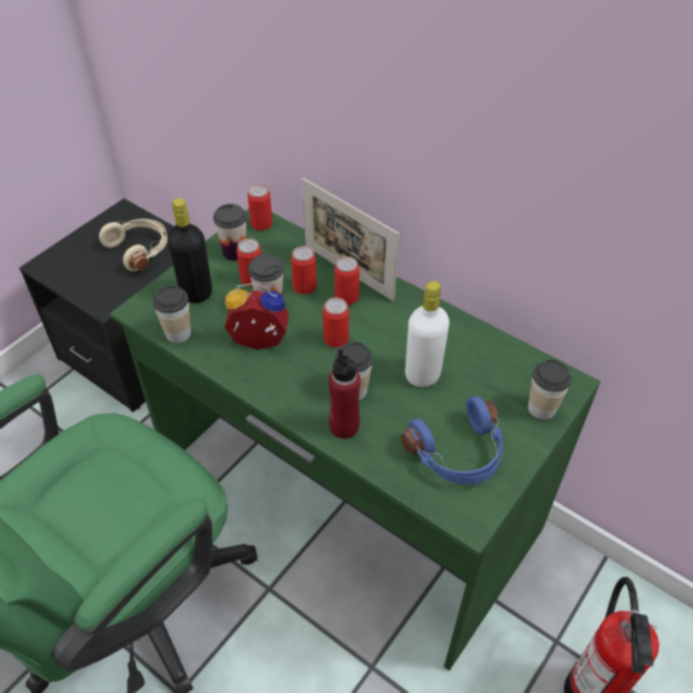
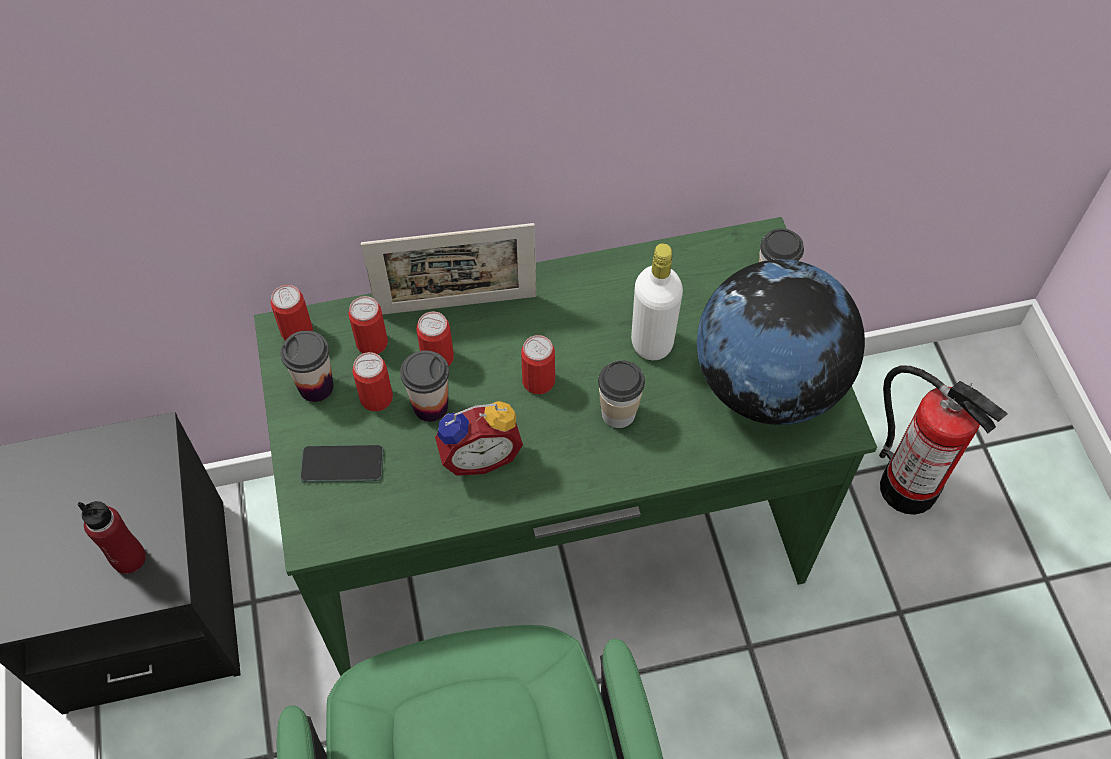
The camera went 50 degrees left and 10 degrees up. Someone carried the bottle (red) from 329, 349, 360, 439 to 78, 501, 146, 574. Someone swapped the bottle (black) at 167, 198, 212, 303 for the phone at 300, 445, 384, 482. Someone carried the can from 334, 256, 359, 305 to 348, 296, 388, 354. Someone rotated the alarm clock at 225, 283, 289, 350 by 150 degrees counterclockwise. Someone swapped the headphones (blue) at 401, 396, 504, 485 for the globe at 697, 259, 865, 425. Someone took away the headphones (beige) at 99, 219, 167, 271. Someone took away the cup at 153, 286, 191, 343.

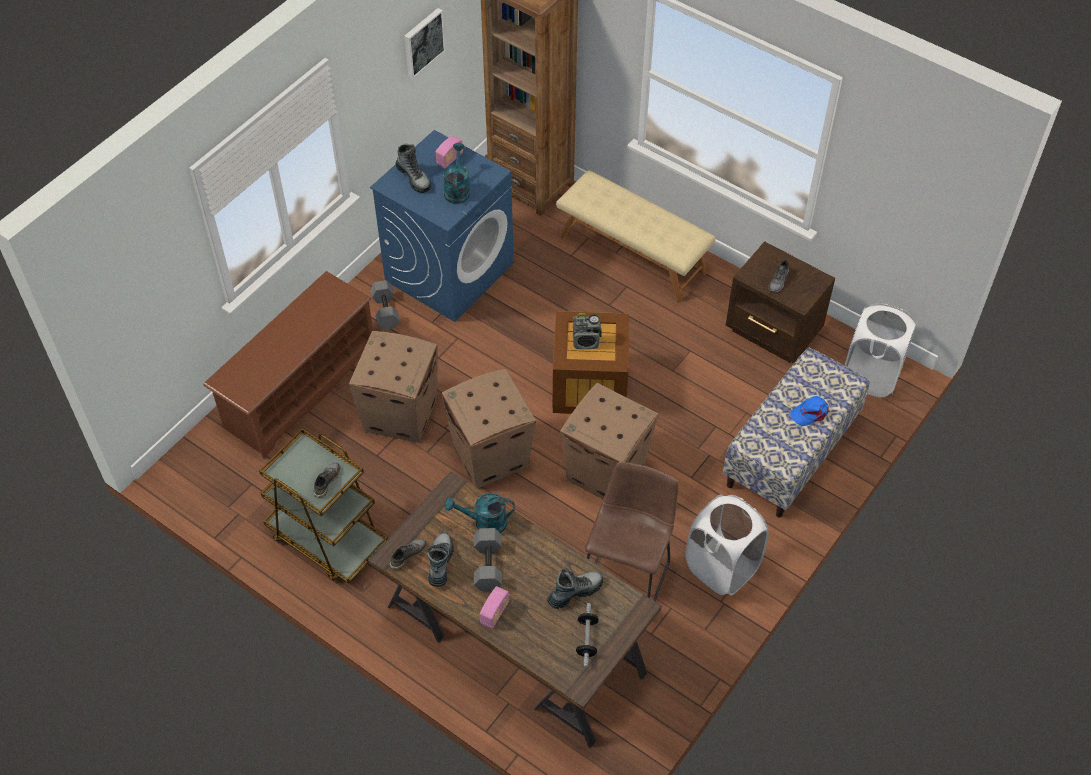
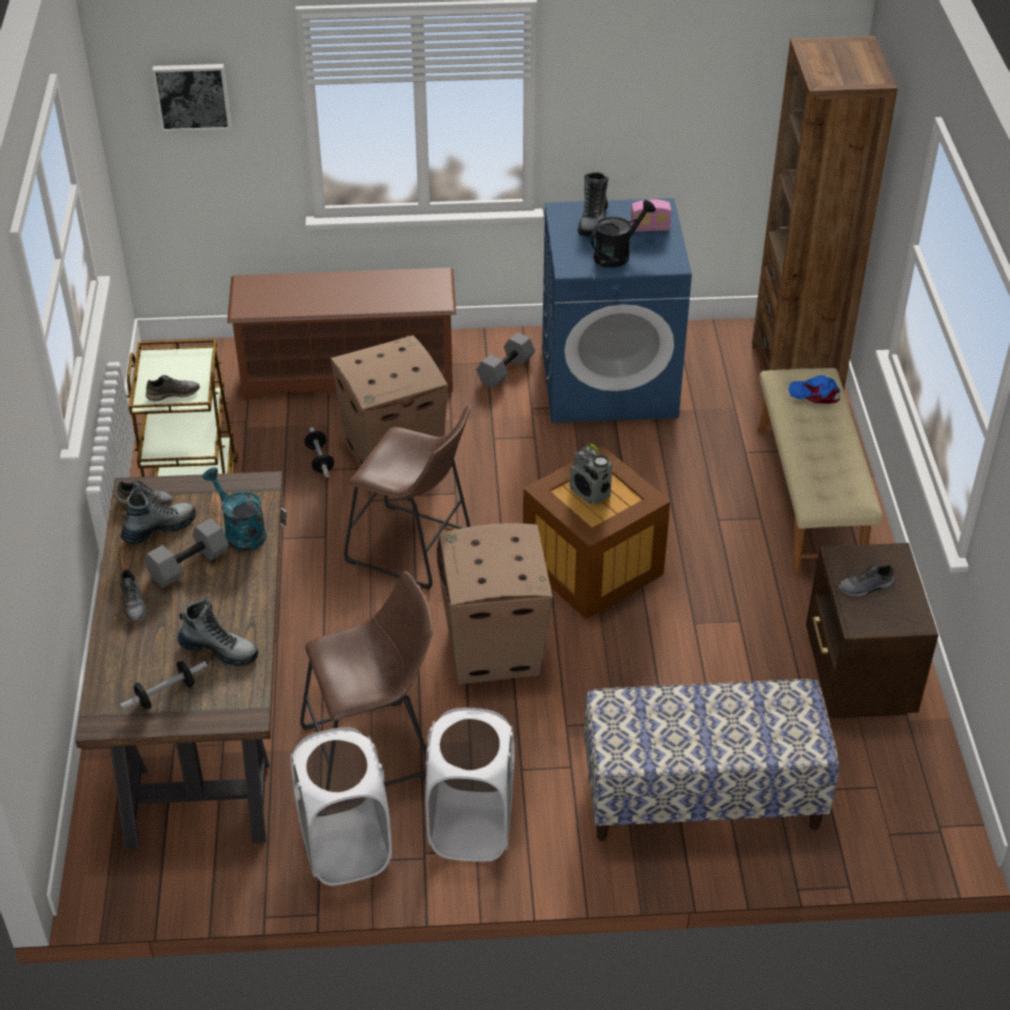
The camera went 50 degrees right and 10 degrees down. Someone swapped the radio at 480, 586, 509, 629 for the shoe (grey) at 120, 569, 147, 622. Someone carried the picture from 404, 8, 445, 78 to 152, 64, 231, 132. Someone carried the laundry basket (white) from 845, 303, 917, 398 to 290, 727, 392, 886. Someone put down the dumbbell at 305, 427, 334, 477. Someone swapped the cardboard box at 442, 368, 536, 488 for the stool (brown) at 344, 405, 471, 590. Someone repainted the watering can (turquoise) at 443, 143, 470, 204, which became the watering can (black) at 591, 200, 656, 268. Someone carried the cap (blue) from 790, 396, 829, 426 to 788, 375, 840, 404.

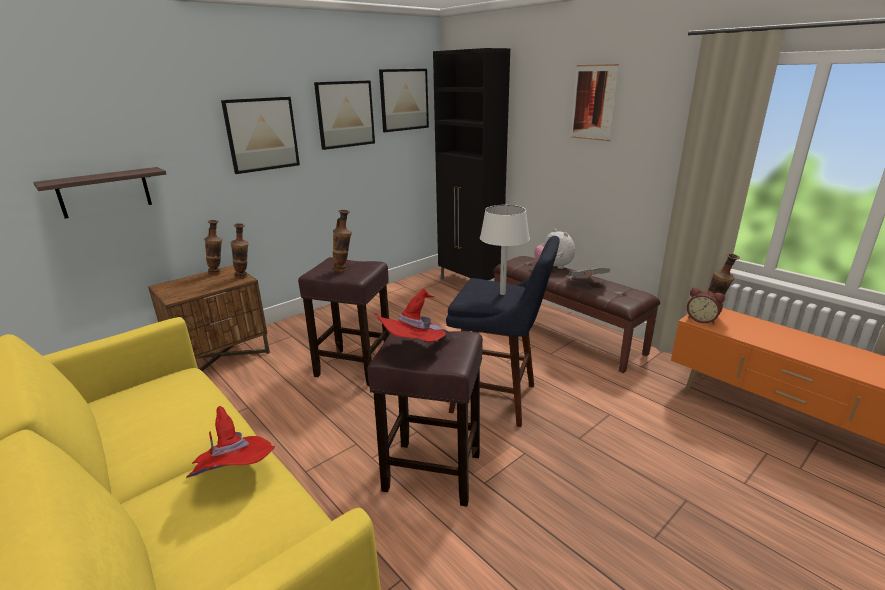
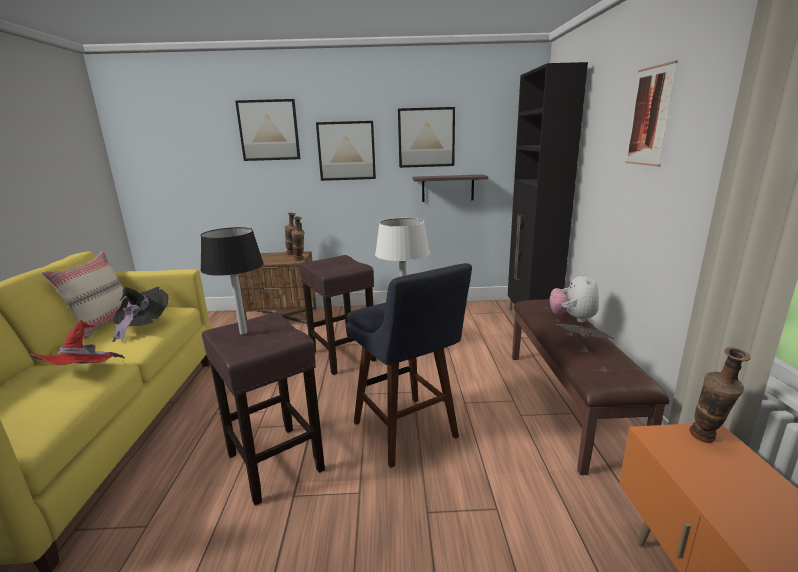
The camera went 40 degrees right and 5 degrees down. Someone put down the pillow (beige) at 41, 251, 127, 339. Someone put down the hat (black) at 112, 287, 168, 342. Someone swapped the hat (red) at 374, 288, 455, 342 for the table lamp (black) at 200, 227, 264, 335. Someone carried the picture from 379, 69, 429, 132 to 235, 99, 300, 161. Someone carried the shelf from 33, 167, 166, 219 to 413, 174, 488, 202. Someone took away the vase at 333, 210, 352, 272. Someone took away the alarm clock at 687, 287, 725, 324.

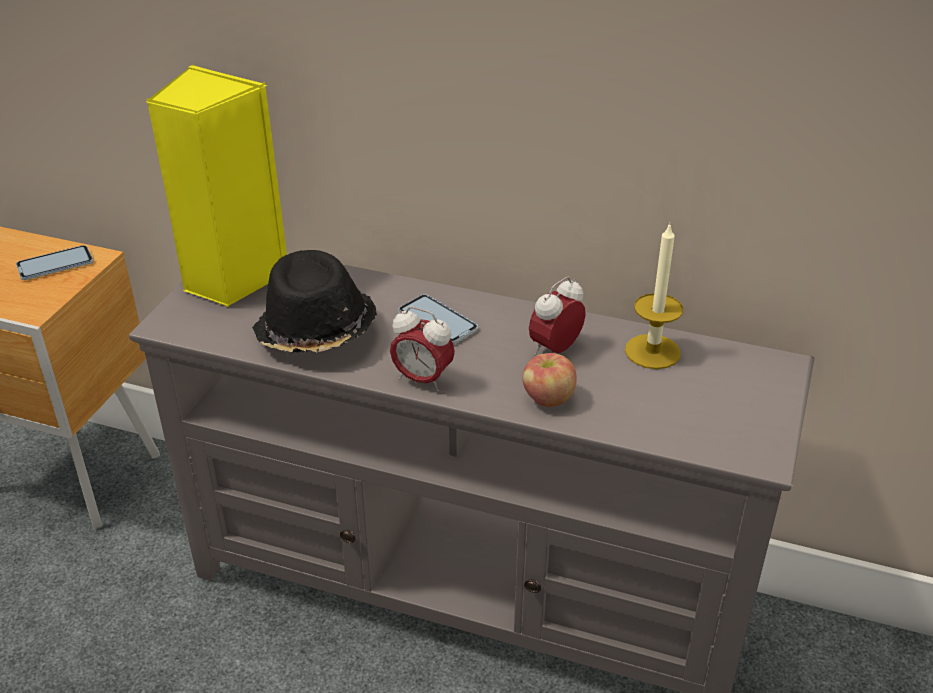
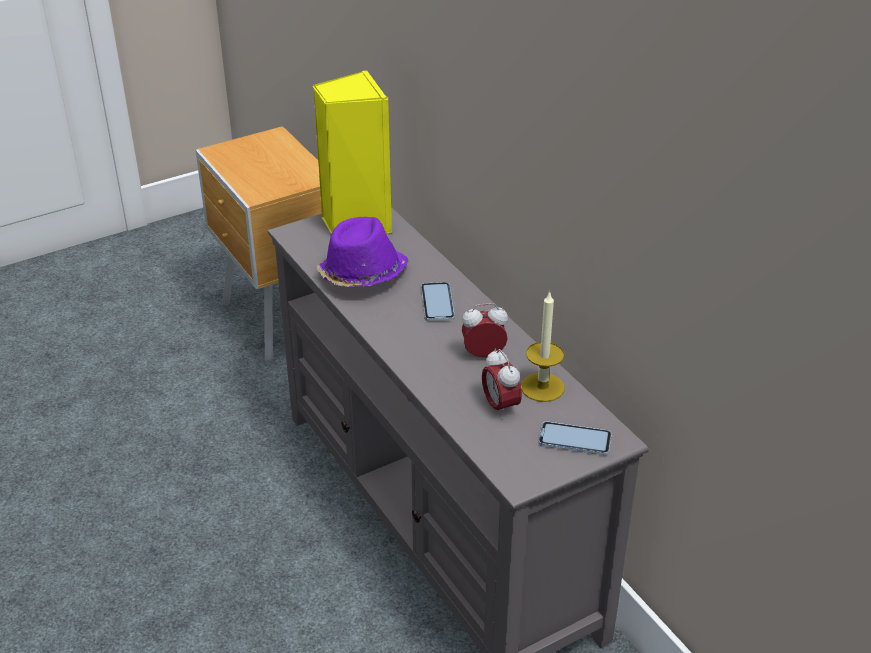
The camera went 40 degrees right and 0 degrees up. Someone repainted the hat (black) at 252, 250, 377, 353, which became the hat (purple) at 316, 217, 409, 287. Someone carried the alarm clock from 390, 307, 455, 392 to 482, 349, 522, 420. Someone carried the phone from 16, 245, 93, 280 to 539, 421, 612, 455. Someone took away the apple at 522, 353, 577, 407.

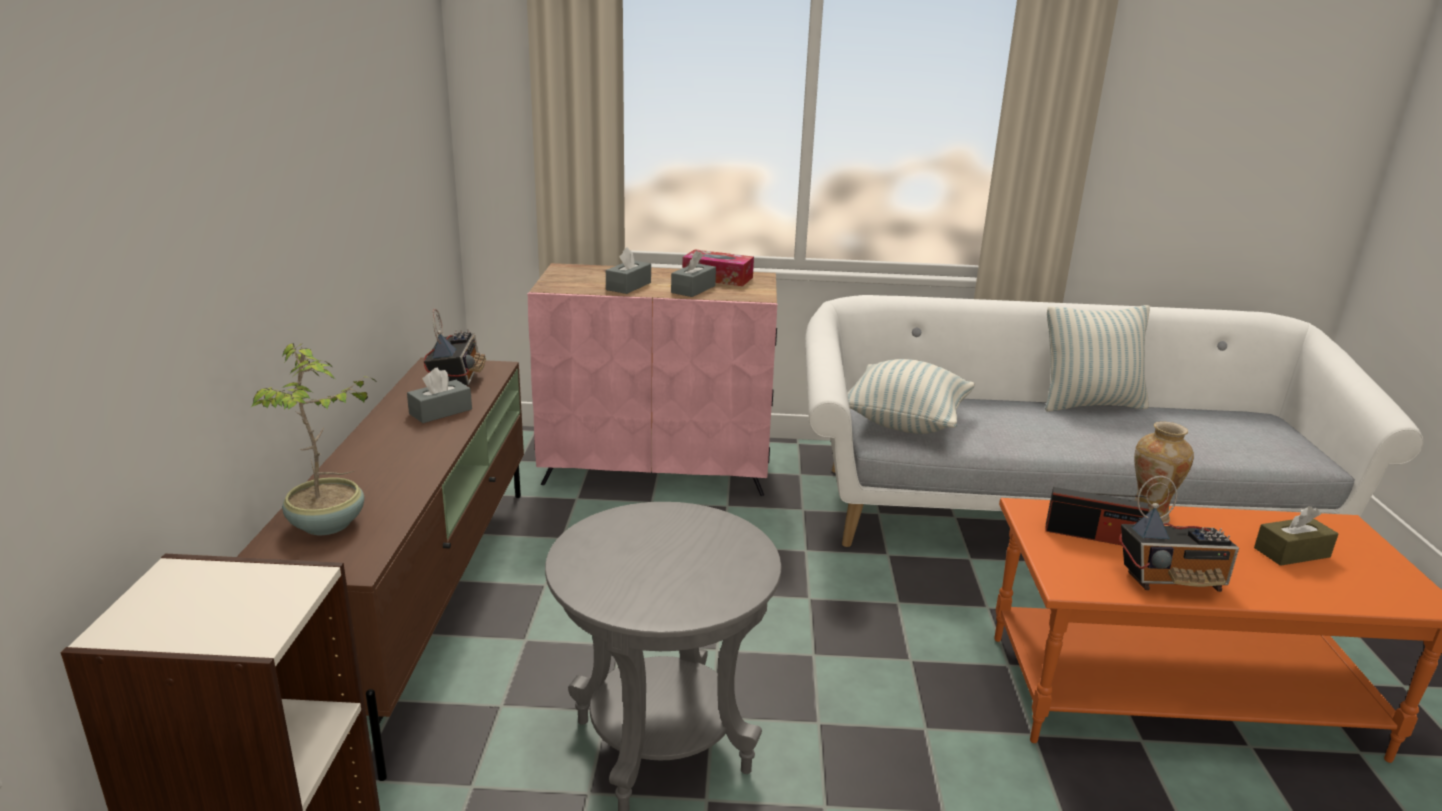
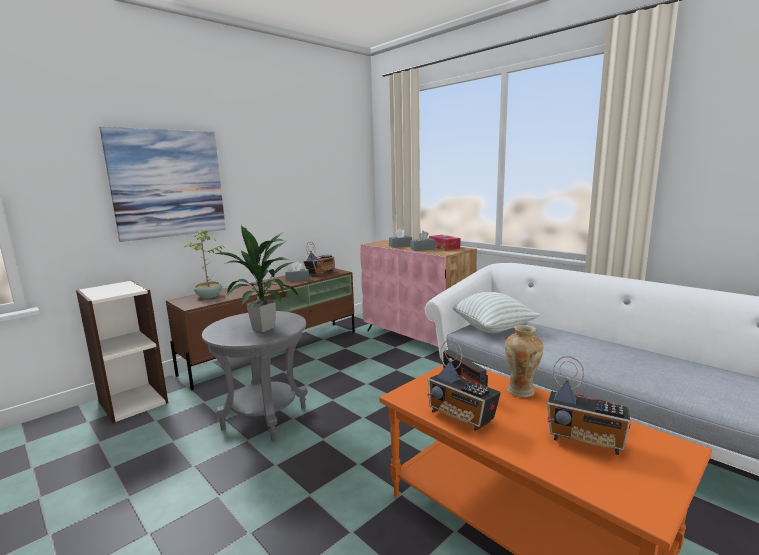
The camera went 45 degrees right and 10 degrees down. Someone put up the picture at 100, 127, 226, 242. Someone put down the potted plant at 212, 225, 299, 332. Someone swapped the tissue box (brown) at 1254, 506, 1338, 566 for the radio at 547, 356, 630, 455. Someone took away the pillow at 1045, 305, 1150, 411.

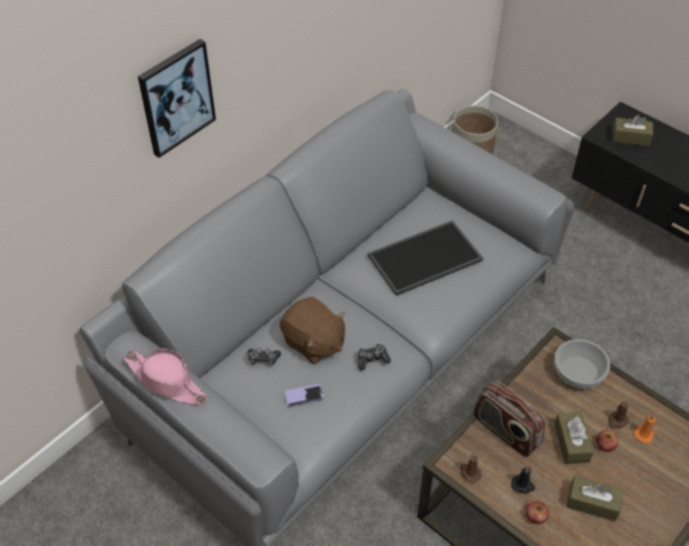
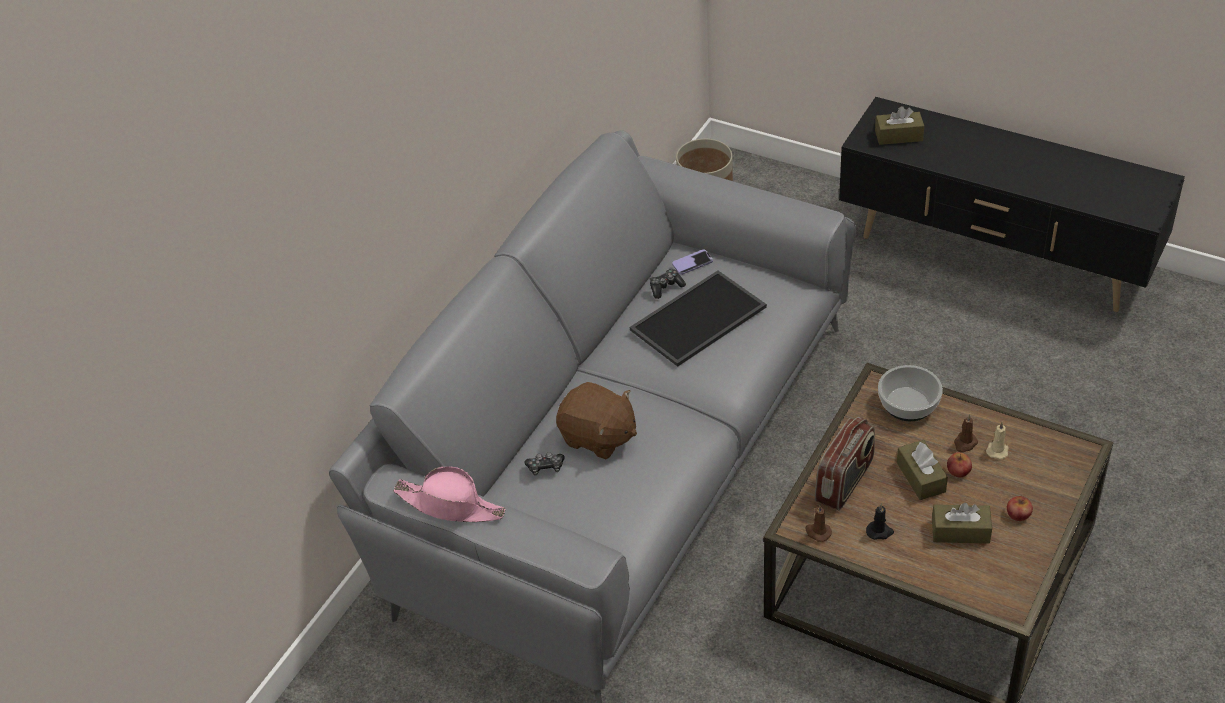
The camera went 10 degrees left and 5 degrees down. Someone carried the game controller from 358, 344, 391, 371 to 650, 269, 686, 299. Someone carried the phone from 285, 384, 324, 407 to 672, 249, 713, 275. Someone rotated the radio at 473, 381, 546, 457 by 90 degrees counterclockwise. Someone repainted the candle (orange) at 634, 415, 655, 443, which became the candle (beige) at 986, 422, 1009, 459. Someone carried the apple from 526, 501, 549, 524 to 1007, 496, 1033, 521. Someone took away the picture at 138, 39, 216, 158.

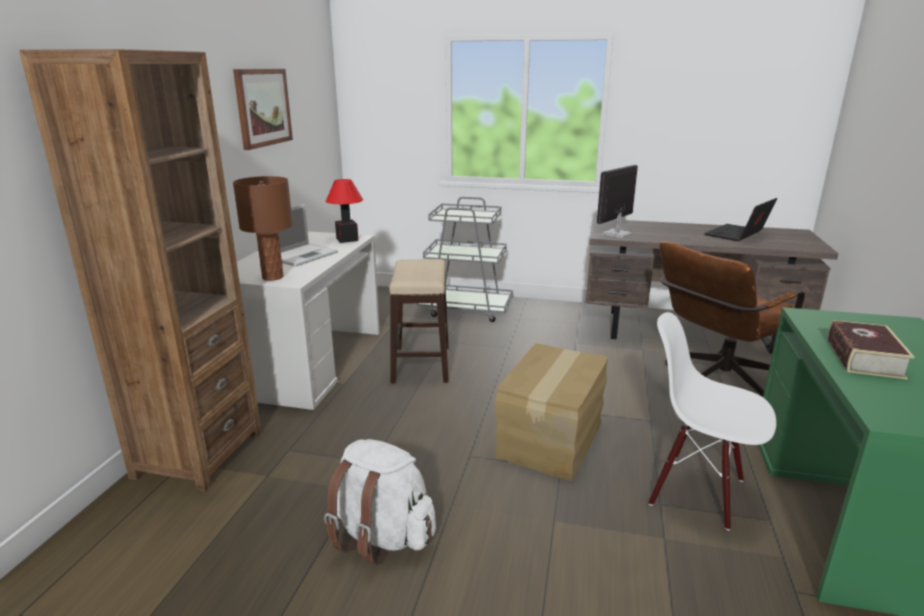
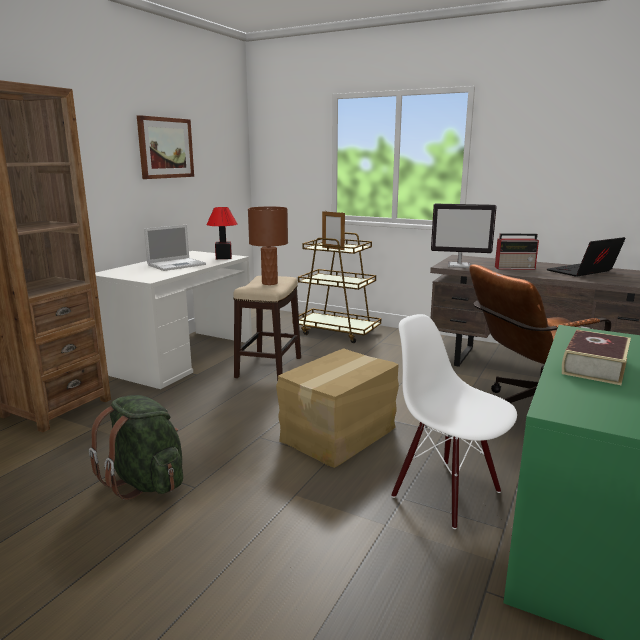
The camera went 15 degrees right and 5 degrees down. Someone repainted the backpack (white) at 324, 439, 436, 565, which became the backpack (green) at 89, 395, 183, 500. Someone carried the table lamp (brown) from 233, 176, 293, 281 to 248, 206, 288, 285. Someone repainted the cart (grey) at 417, 197, 513, 322, which became the cart (brown) at 292, 232, 381, 343. Someone put down the picture frame at 322, 211, 345, 250. Someone rotated the monitor at 597, 165, 638, 238 by 135 degrees counterclockwise. Someone put down the radio at 495, 234, 539, 270.

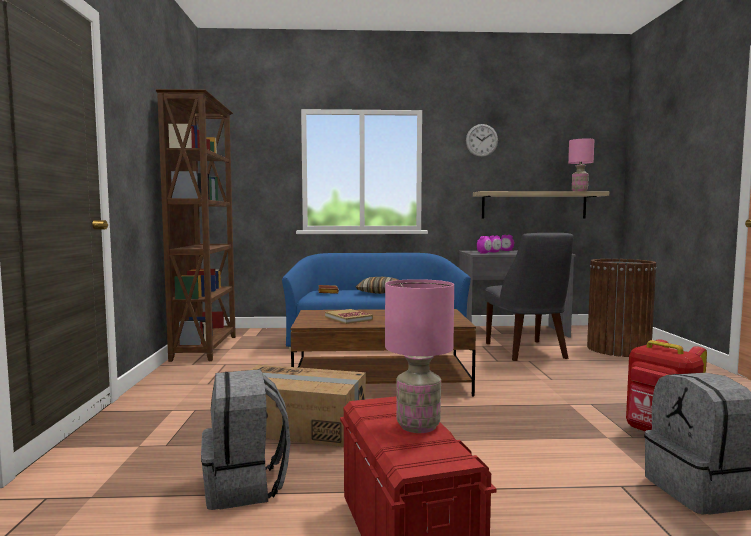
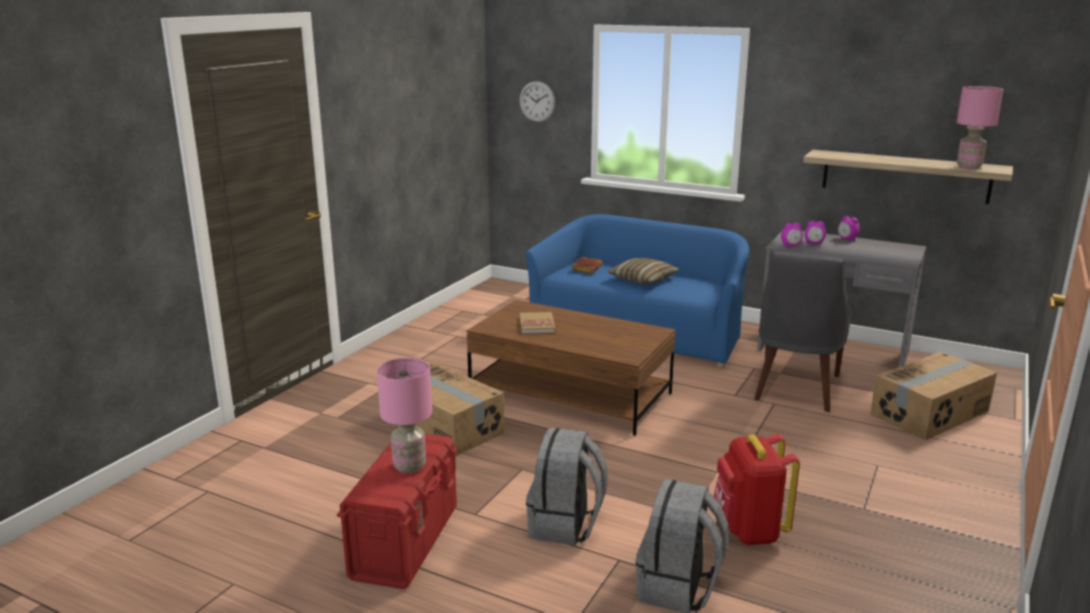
The camera went 30 degrees right and 15 degrees up. Someone carried the wall clock from 466, 124, 498, 157 to 519, 81, 555, 122. Someone carried the backpack (grey) from 201, 369, 291, 510 to 526, 428, 608, 545. Someone swapped the trash can (brown) at 587, 259, 657, 357 for the cardboard box at 870, 352, 997, 440. Someone took away the bookcase (brown) at 156, 89, 236, 362.

